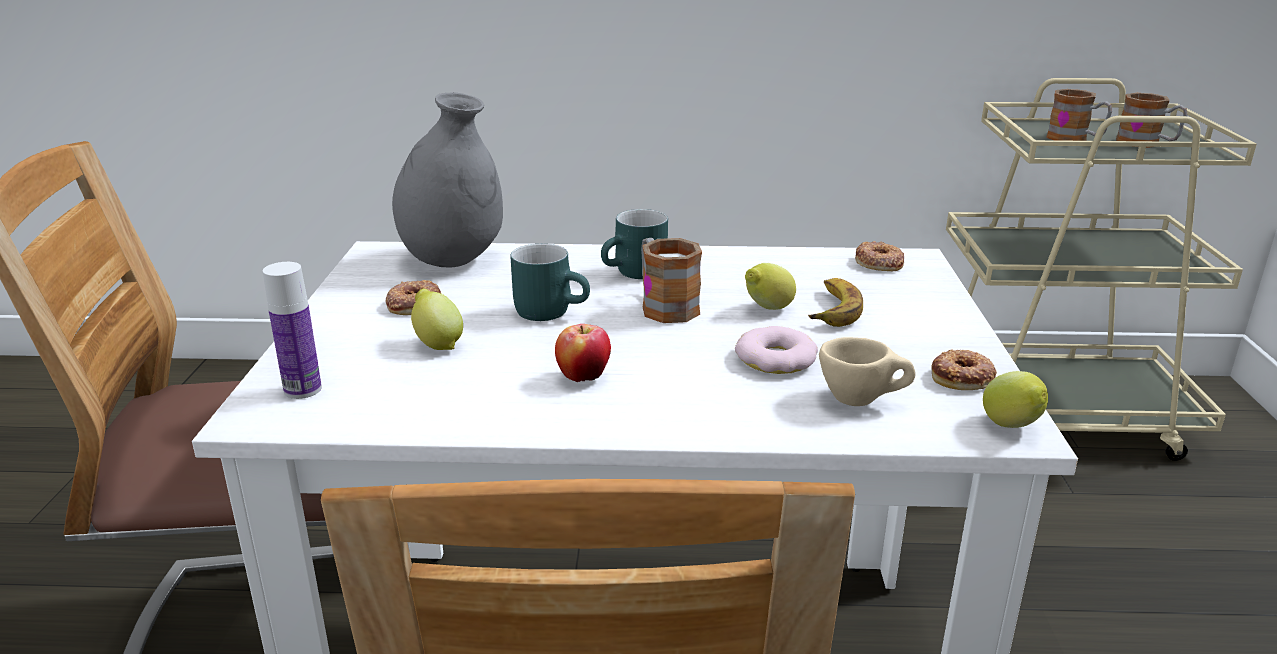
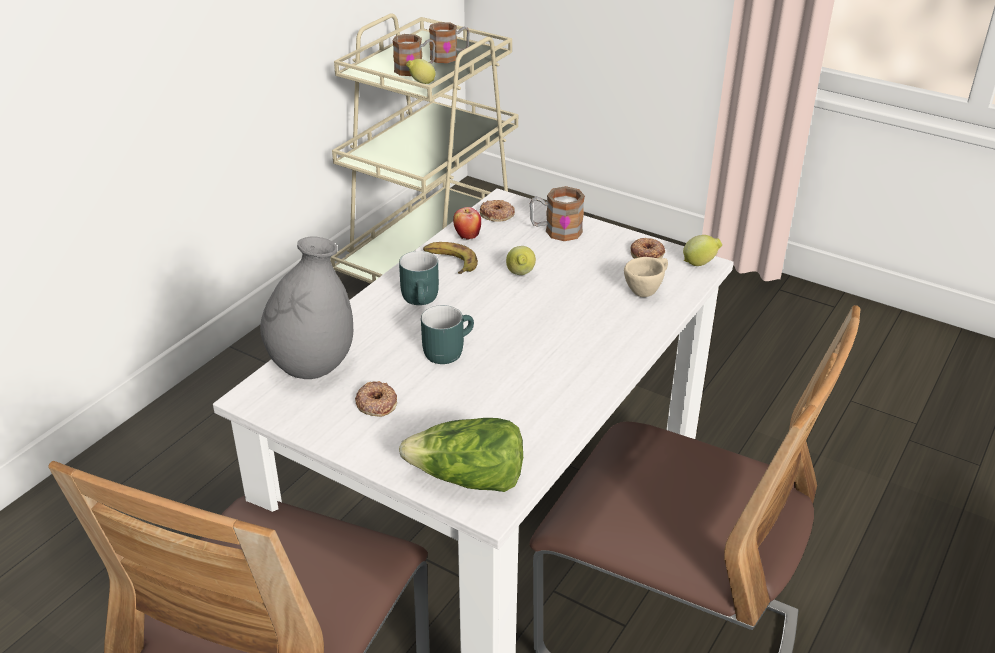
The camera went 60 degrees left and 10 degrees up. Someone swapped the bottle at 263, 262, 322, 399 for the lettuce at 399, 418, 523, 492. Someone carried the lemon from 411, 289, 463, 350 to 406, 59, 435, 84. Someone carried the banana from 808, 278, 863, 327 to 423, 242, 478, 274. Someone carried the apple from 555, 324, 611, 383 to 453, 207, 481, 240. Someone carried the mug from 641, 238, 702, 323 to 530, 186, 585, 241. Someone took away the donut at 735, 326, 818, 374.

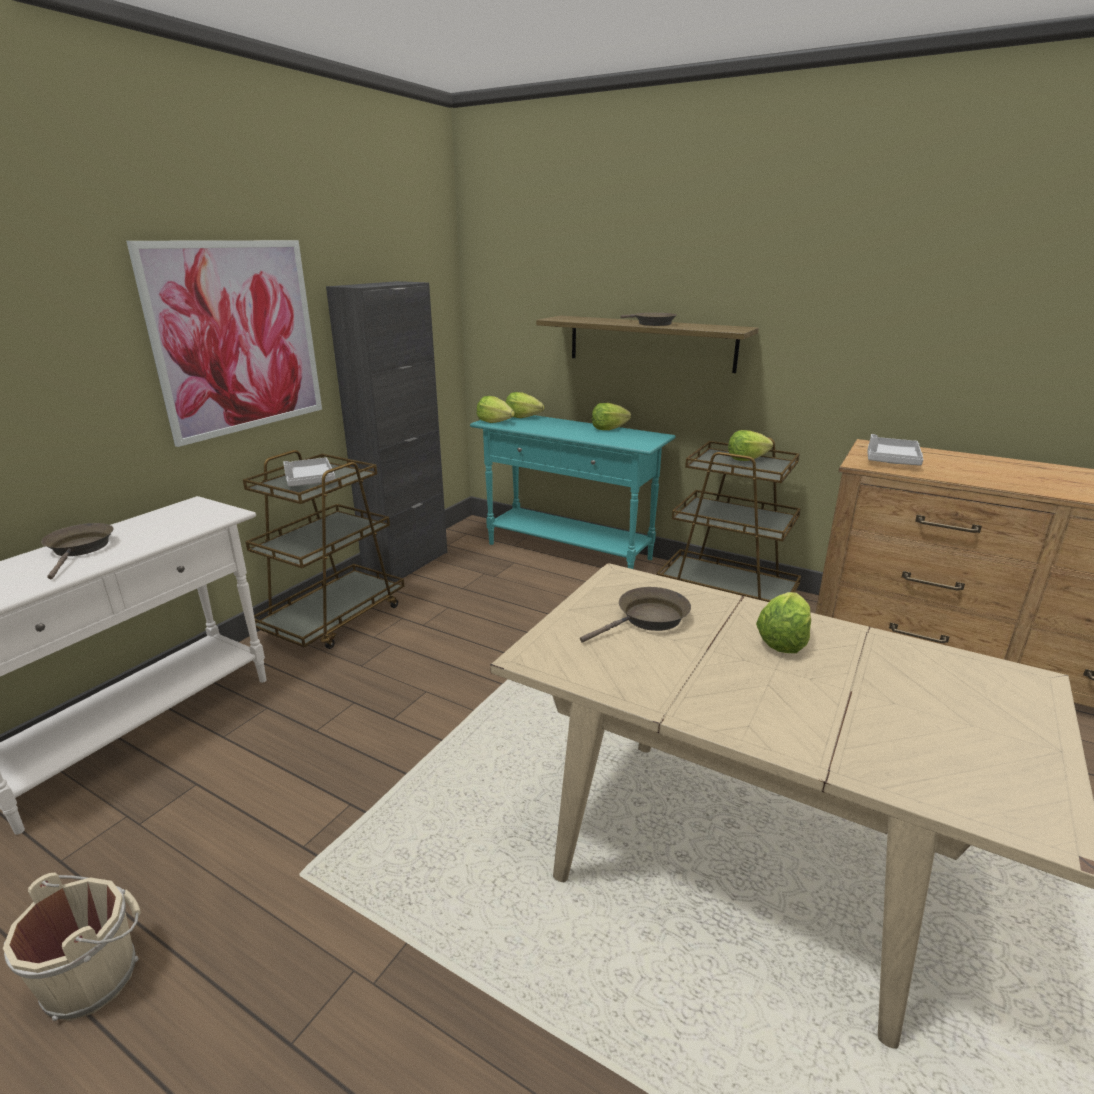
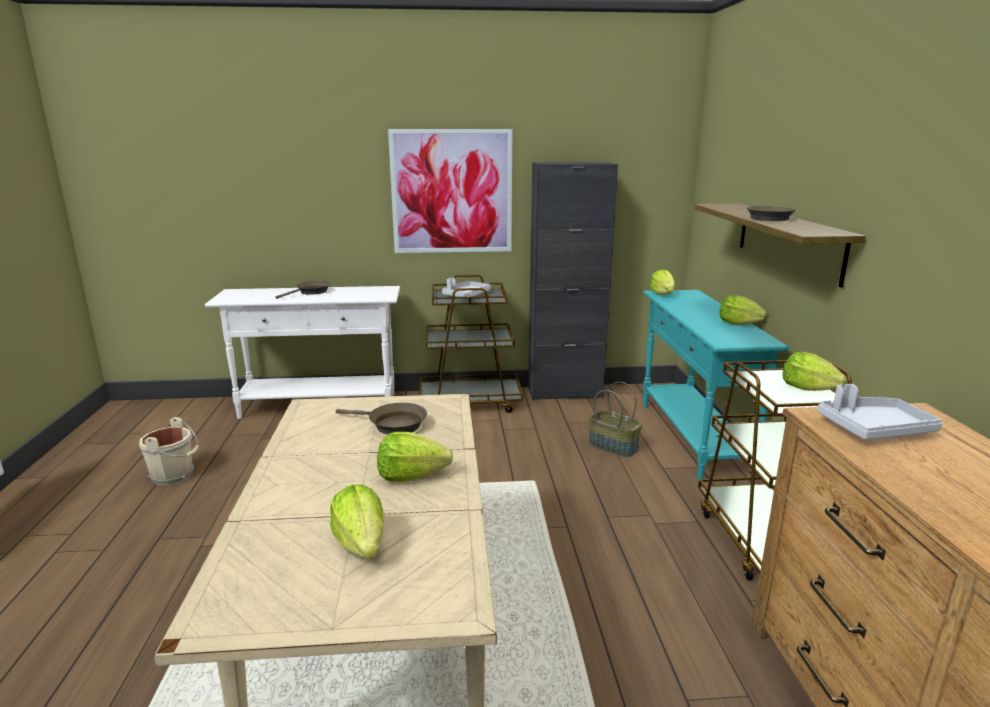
The camera went 55 degrees right and 5 degrees down. Someone carried the lettuce from 506, 392, 544, 418 to 330, 485, 384, 559. Someone put down the basket at 589, 382, 642, 457.

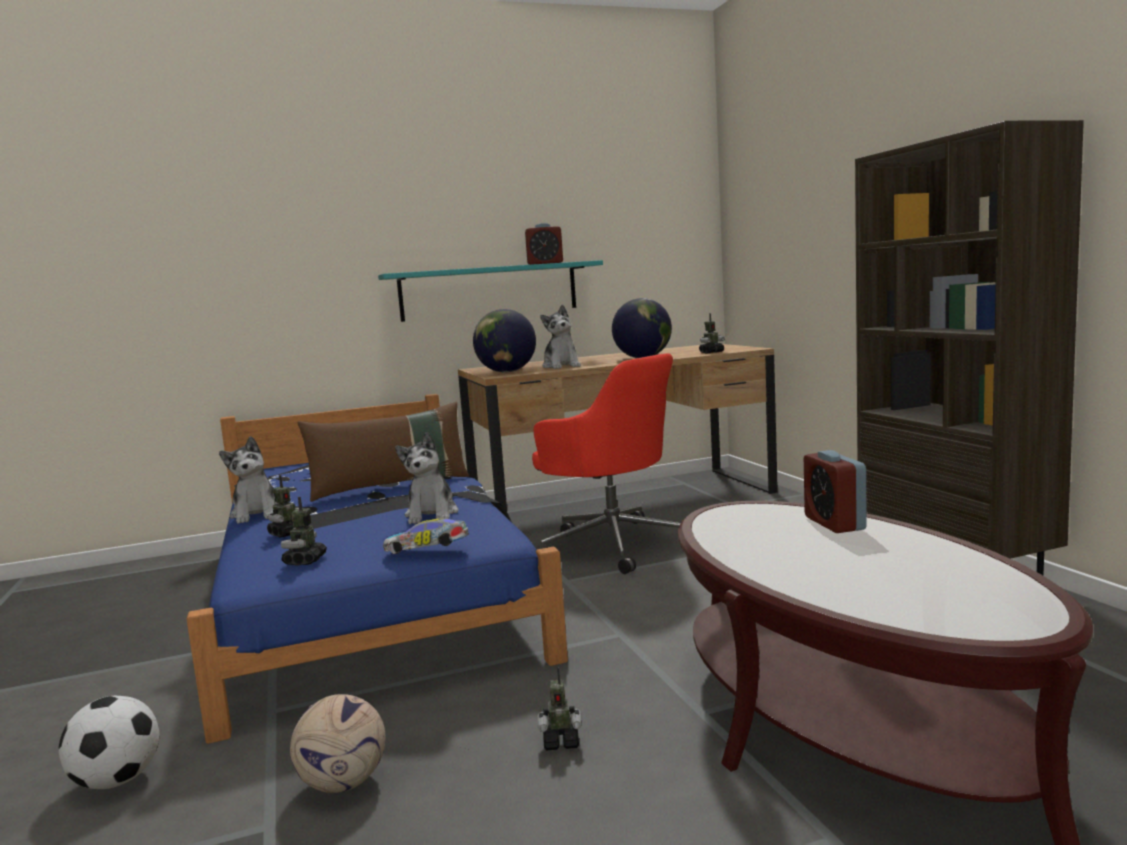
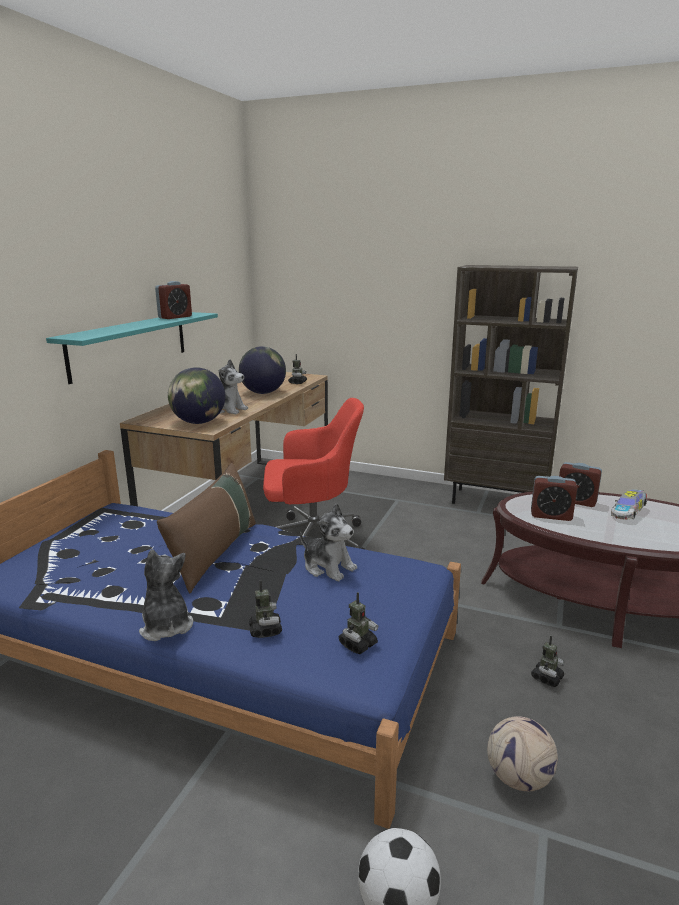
The camera went 50 degrees left and 10 degrees up. Someone rotated the plush toy at 219, 436, 279, 524 by 135 degrees counterclockwise. Someone rotated the toy robot at 281, 497, 327, 566 by 90 degrees counterclockwise. Someone put down the alarm clock at 531, 476, 577, 521. Someone carried the toy car from 383, 519, 469, 554 to 611, 489, 647, 520.

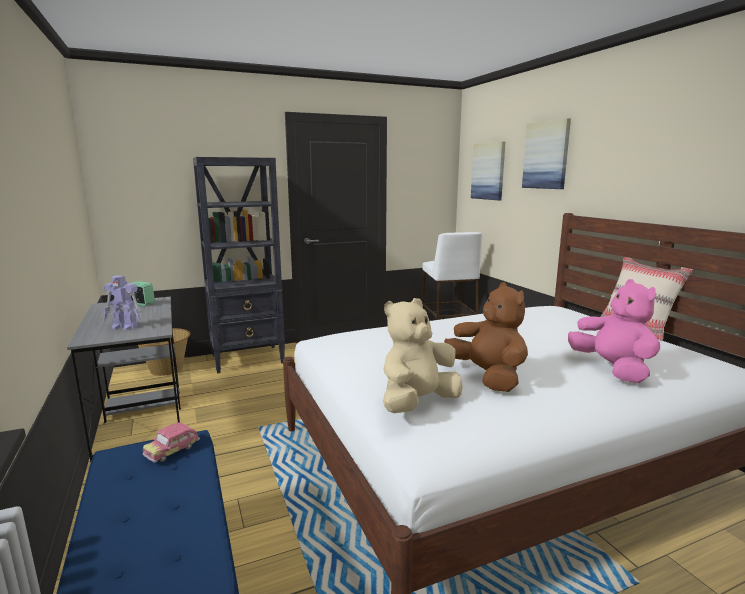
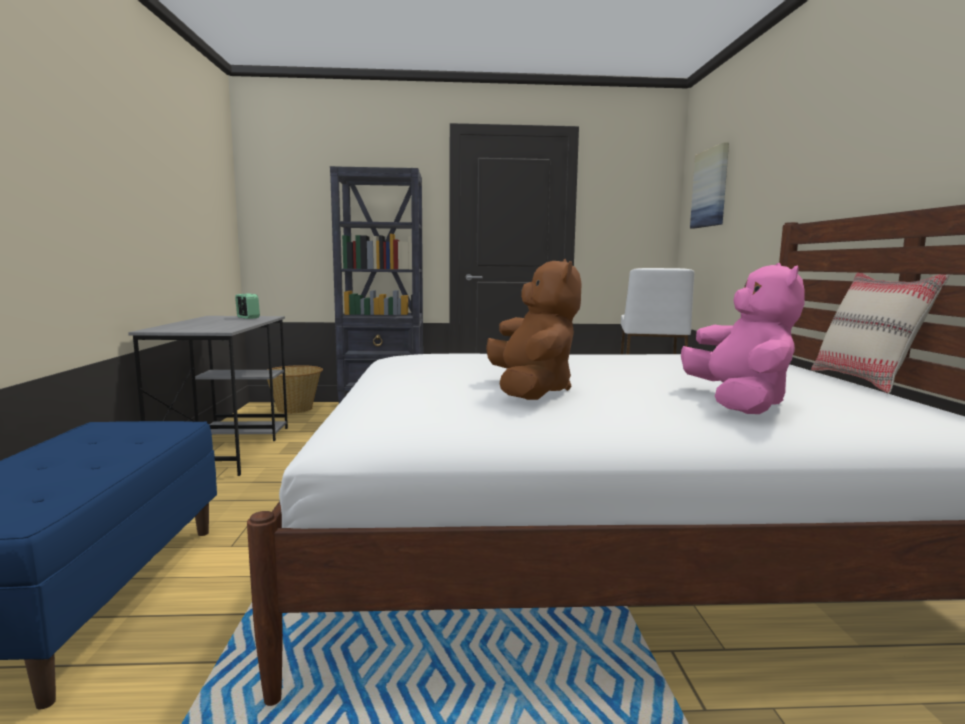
The camera went 20 degrees right and 5 degrees down. Someone took away the toy robot at 103, 276, 142, 330. Someone took away the toy car at 143, 422, 200, 463. Someone took away the plush toy (beige) at 383, 298, 463, 413. Someone took away the picture at 522, 118, 571, 189.

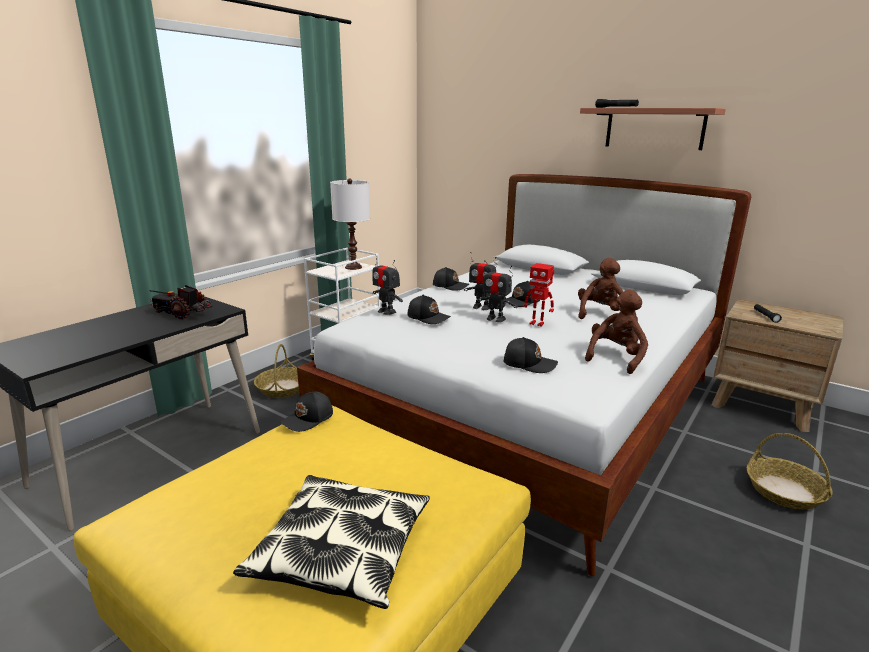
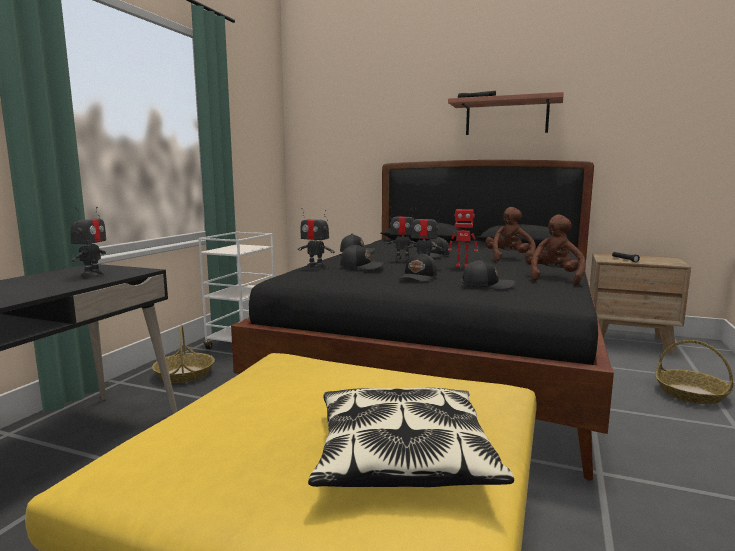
The camera went 15 degrees left and 10 degrees down. Someone swapped the toy truck at 149, 285, 213, 320 for the toy robot at 70, 207, 106, 277. Someone repainted the bed (white) at 297, 174, 751, 576, which became the bed (black) at 231, 160, 614, 481. Someone carried the cap (black) from 280, 392, 333, 432 to 399, 252, 437, 282. Someone took away the table lamp (white) at 330, 178, 370, 270.

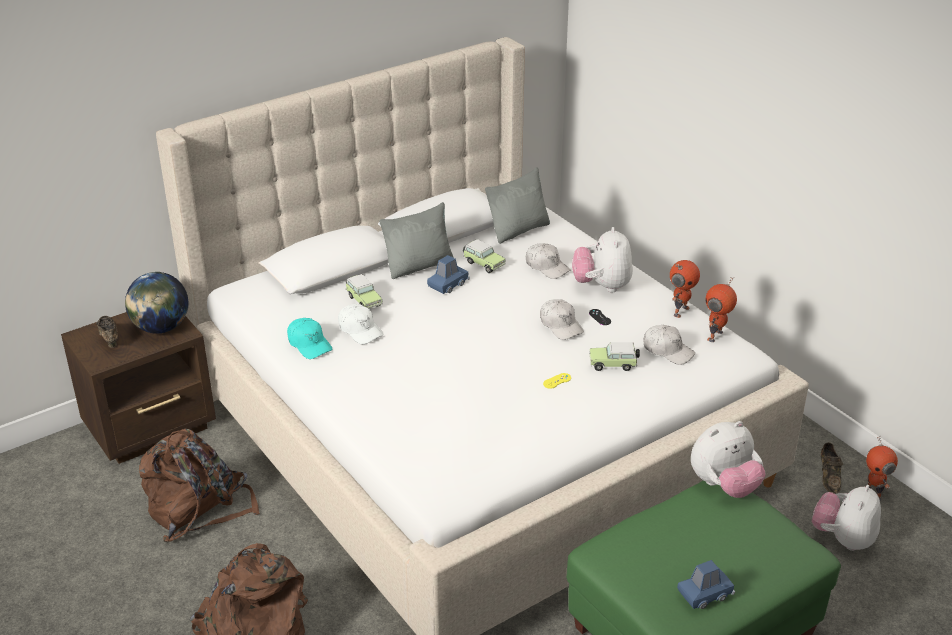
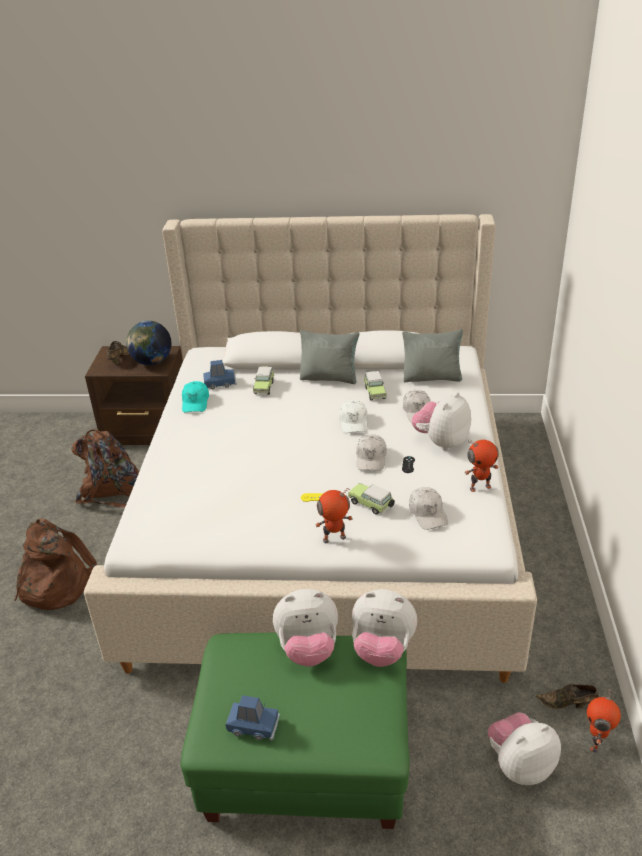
The camera went 40 degrees right and 0 degrees up. Someone carried the toy car (blue) from 427, 255, 470, 294 to 203, 360, 237, 389. Someone put down the plush toy at 273, 589, 338, 667. Someone carried the toy robot from 706, 277, 737, 342 to 315, 488, 353, 543. Someone carried the cap (white) from 338, 304, 384, 344 to 339, 400, 368, 433. Someone rotated the shoe (brown) at 821, 442, 843, 494 by 60 degrees clockwise.

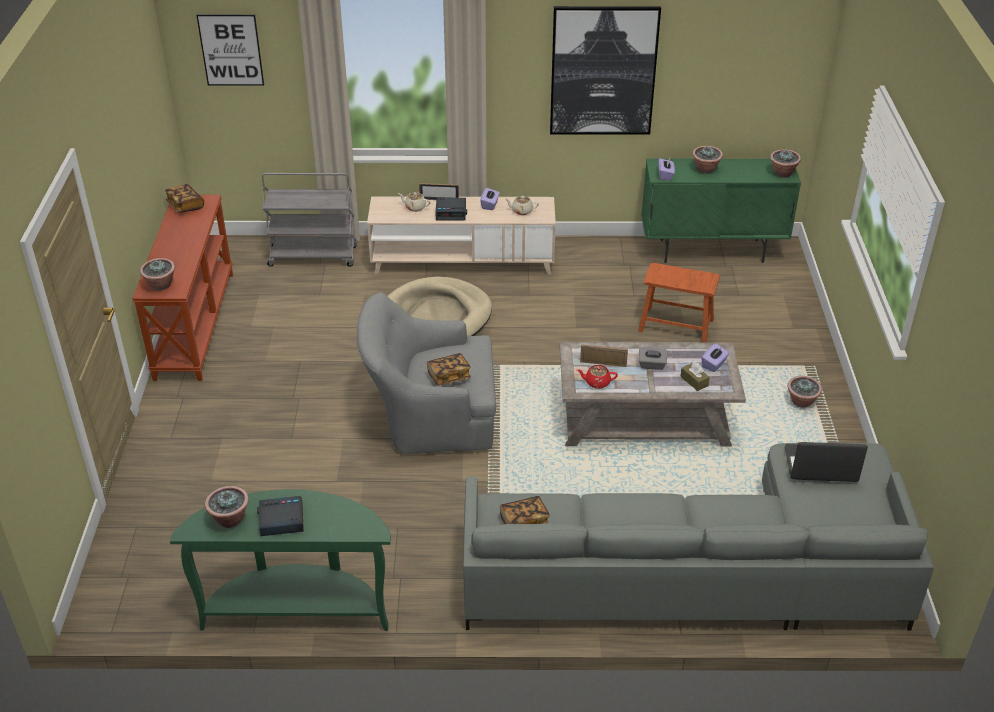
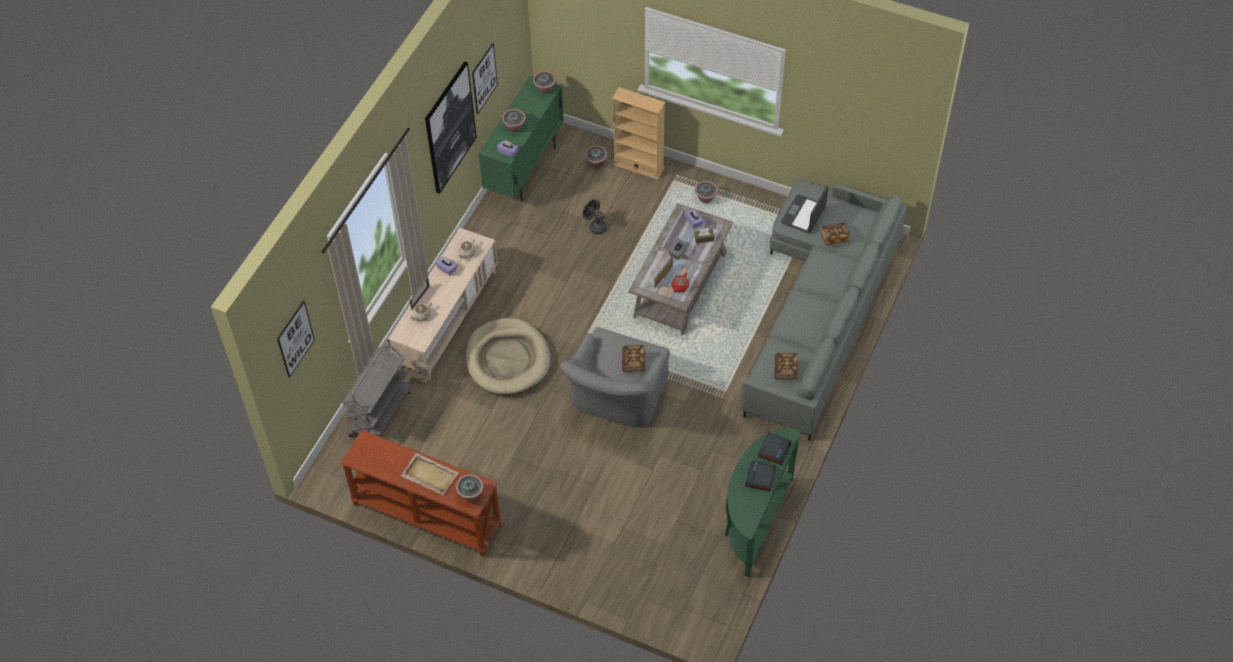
The camera went 65 degrees left and 15 degrees up. Someone put down the tray (beige) at 400, 453, 459, 495. Someone put up the picture at 472, 43, 498, 114. Someone swapped the stool (brown) at 638, 263, 720, 342 for the fan (black) at 583, 199, 607, 235. Someone carried the potted plant from 205, 486, 249, 528 to 585, 146, 608, 168. Someone put down the bookcase (beige) at 612, 87, 665, 180. Someone carried the alarm clock from 436, 198, 467, 221 to 758, 432, 791, 465. Someone carried the book from 165, 184, 204, 213 to 821, 223, 850, 246.

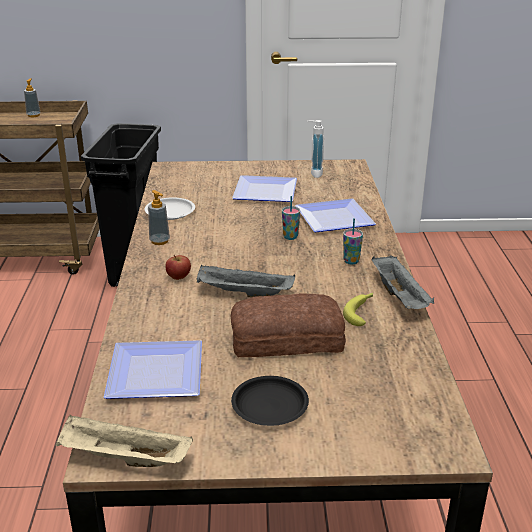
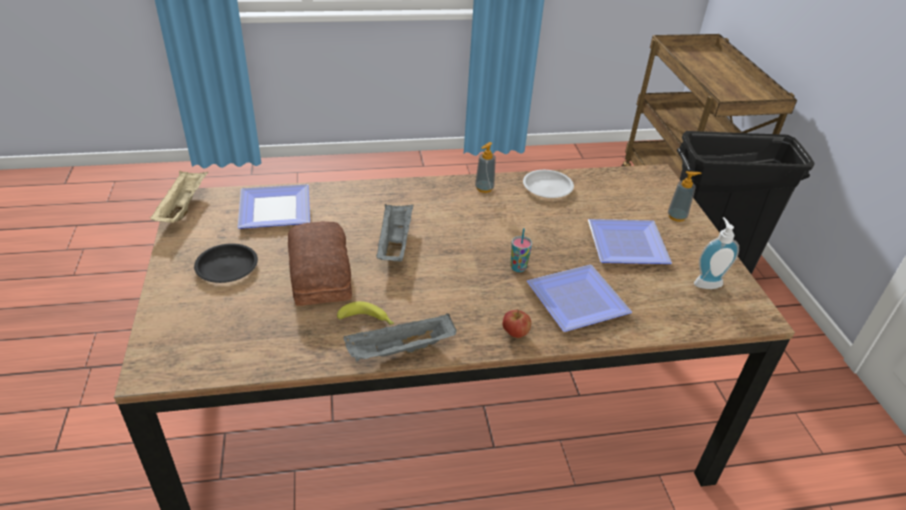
The camera went 80 degrees right and 10 degrees up. Someone carried the apple from 166, 255, 191, 280 to 503, 310, 531, 338. Someone carried the soap dispenser from 24, 79, 41, 117 to 668, 171, 702, 222. Someone took away the cup at 343, 218, 363, 265.

